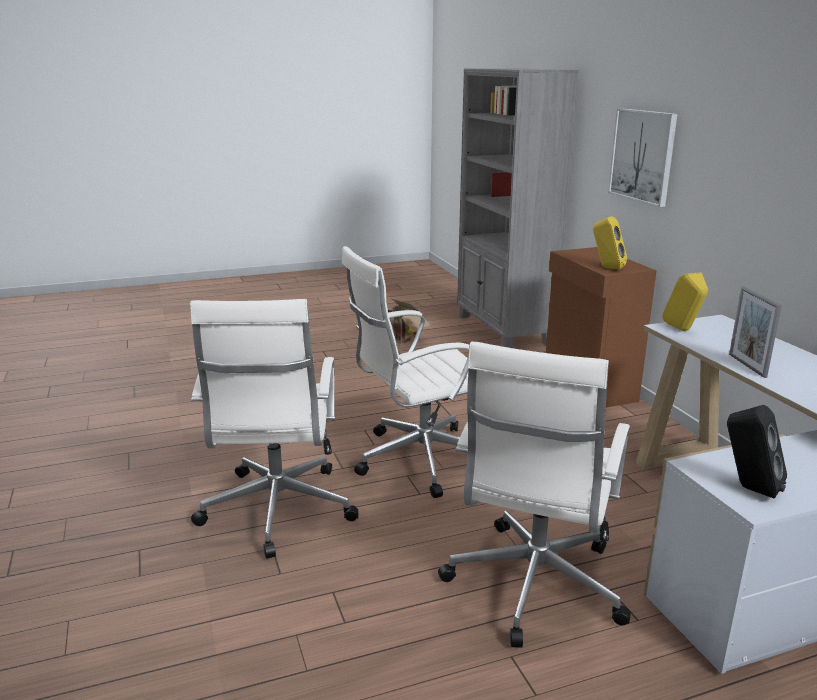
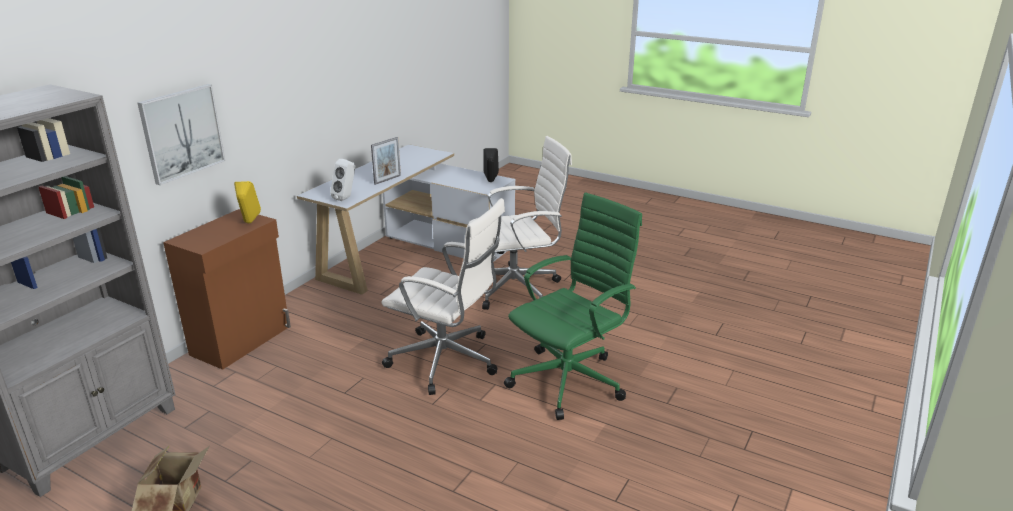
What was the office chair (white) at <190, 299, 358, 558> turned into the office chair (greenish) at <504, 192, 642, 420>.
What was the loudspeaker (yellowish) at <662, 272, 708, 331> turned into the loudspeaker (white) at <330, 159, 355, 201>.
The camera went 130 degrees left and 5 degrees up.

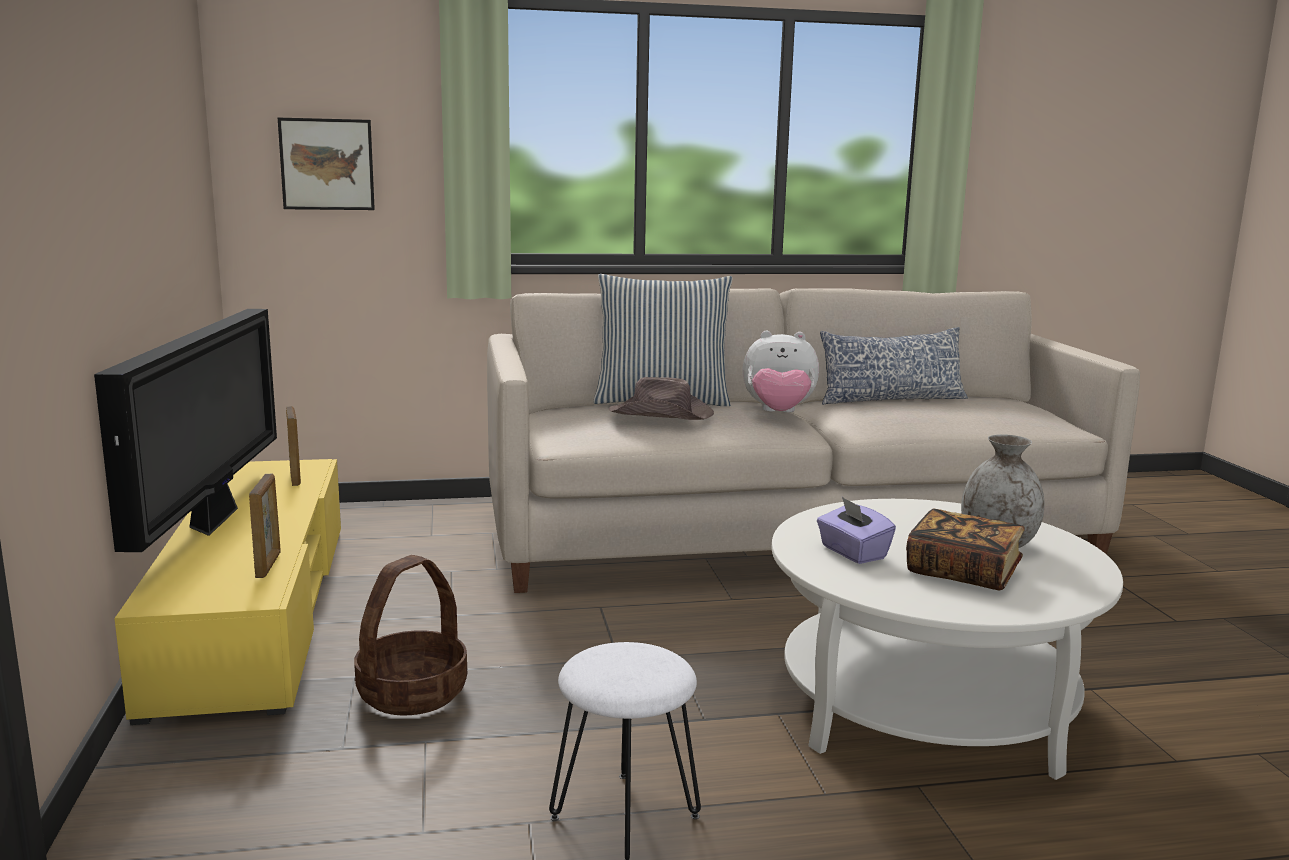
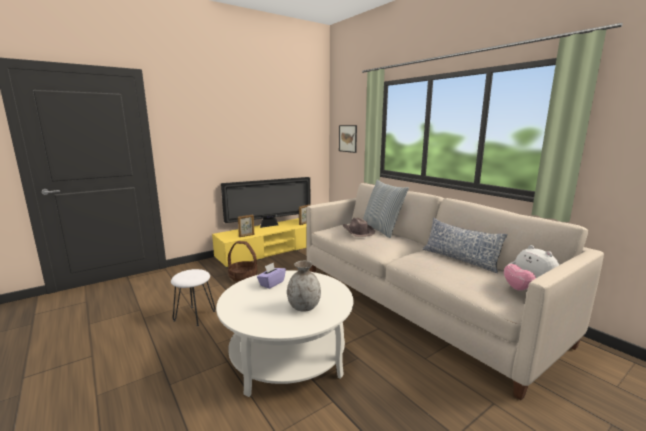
The second view lost the book at <906, 509, 1025, 590>.
The cuddly toy ended up elsewhere, having gone from <742, 331, 819, 412> to <504, 245, 559, 291>.
The camera went 65 degrees right and 0 degrees up.

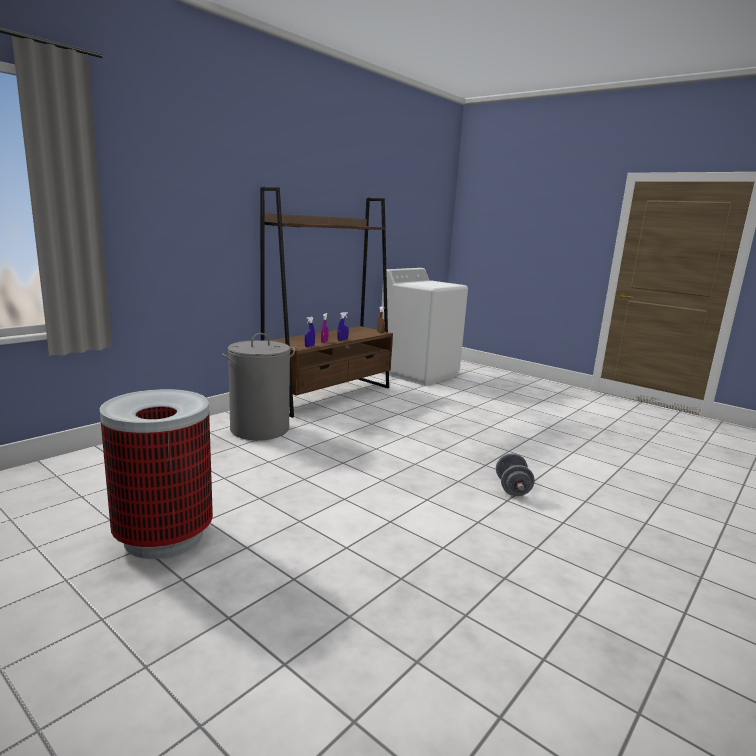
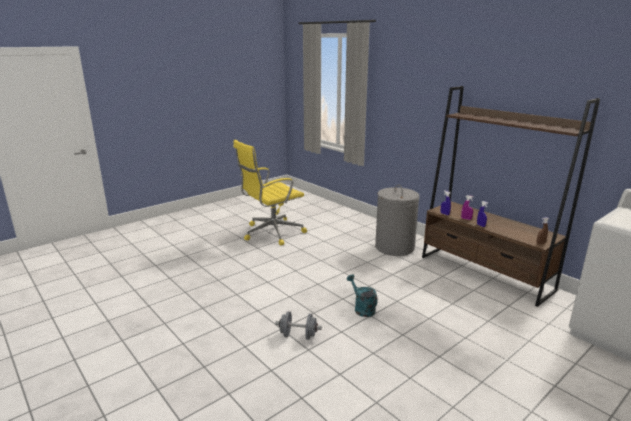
The second view gained the watering pot (blue-green) at <347, 274, 378, 317>.
Where the waste bin stood at <100, 389, 213, 559>, the office chair (yellowish) came to stand at <233, 140, 307, 246>.
The camera went 100 degrees right and 5 degrees up.

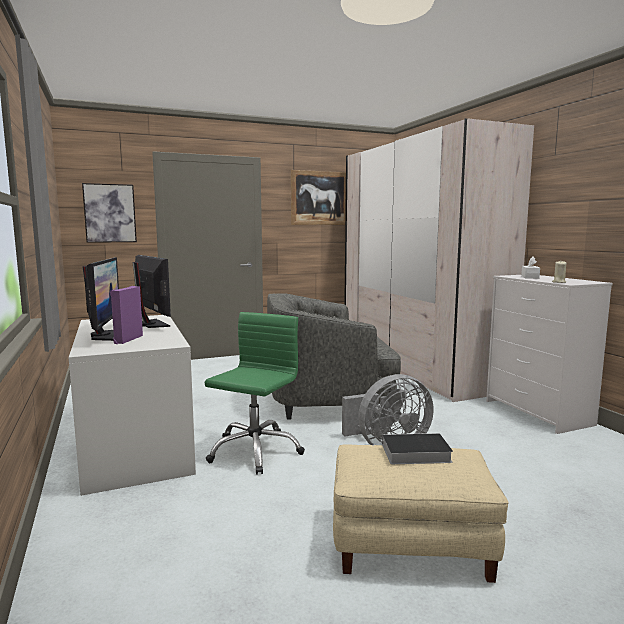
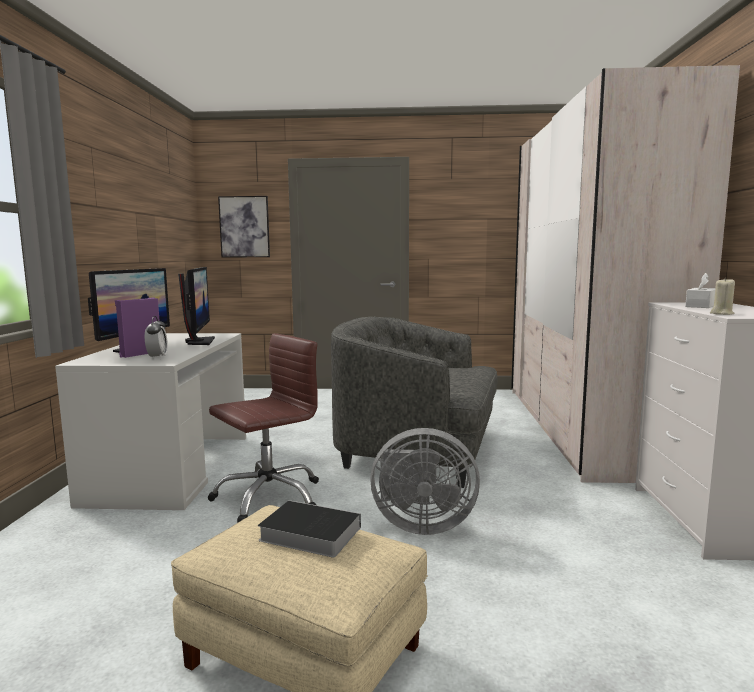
The second view lost the picture at <291, 170, 346, 225>.
The second view gained the alarm clock at <145, 316, 168, 359>.
What was the office chair (greenish) at <204, 312, 305, 475> turned into the office chair (brownish) at <208, 333, 319, 523>.
The camera went 25 degrees right and 0 degrees up.

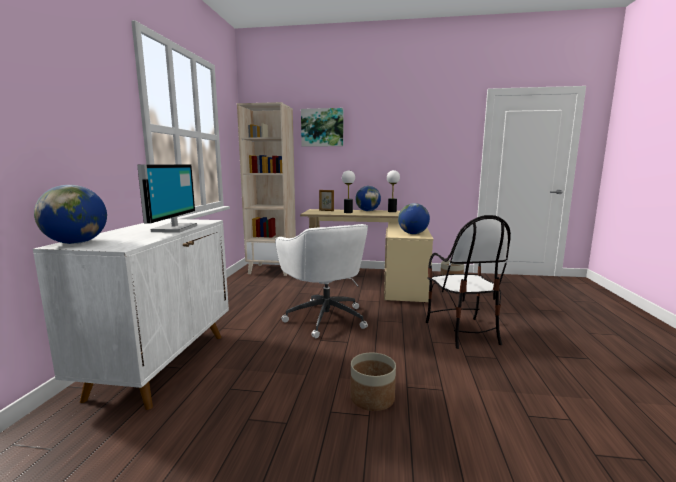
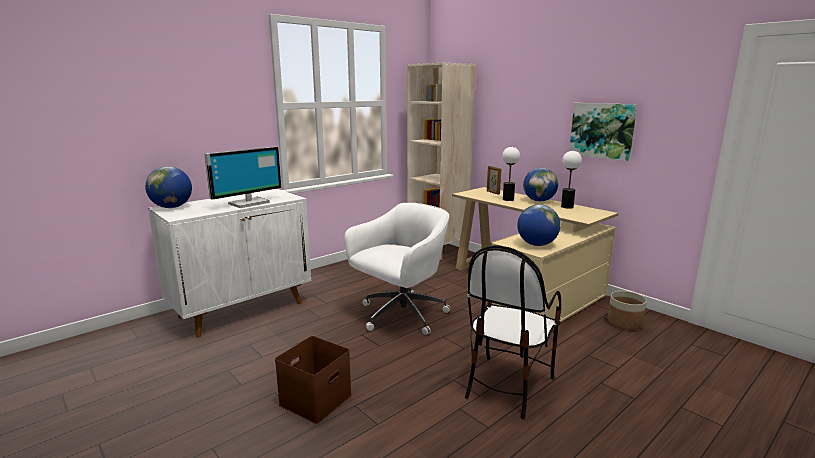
The picture ended up elsewhere, having gone from <301, 108, 343, 147> to <569, 103, 637, 161>.
Where the flower pot stood at <350, 353, 396, 411>, the storage bin (brownish) came to stand at <275, 336, 352, 424>.
The office chair (white) at <275, 224, 368, 338> ended up facing another way, 150 degrees counterclockwise from before.
The camera went 40 degrees right and 5 degrees up.

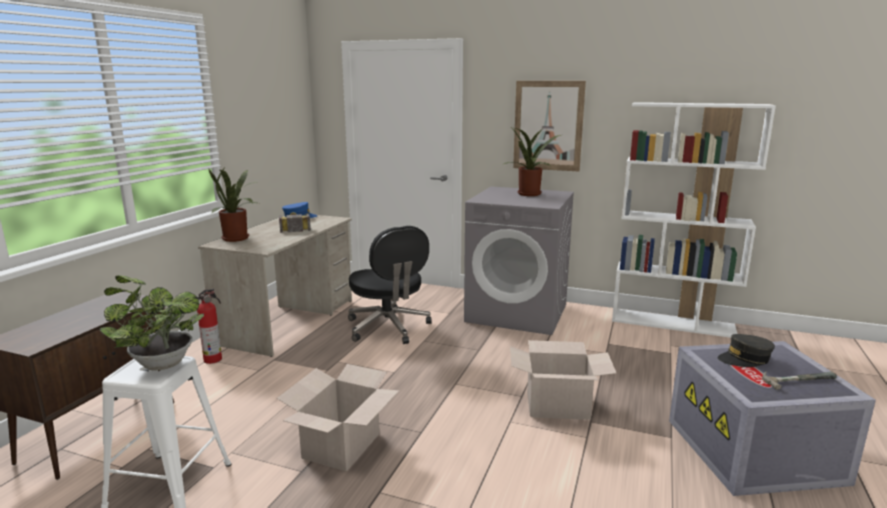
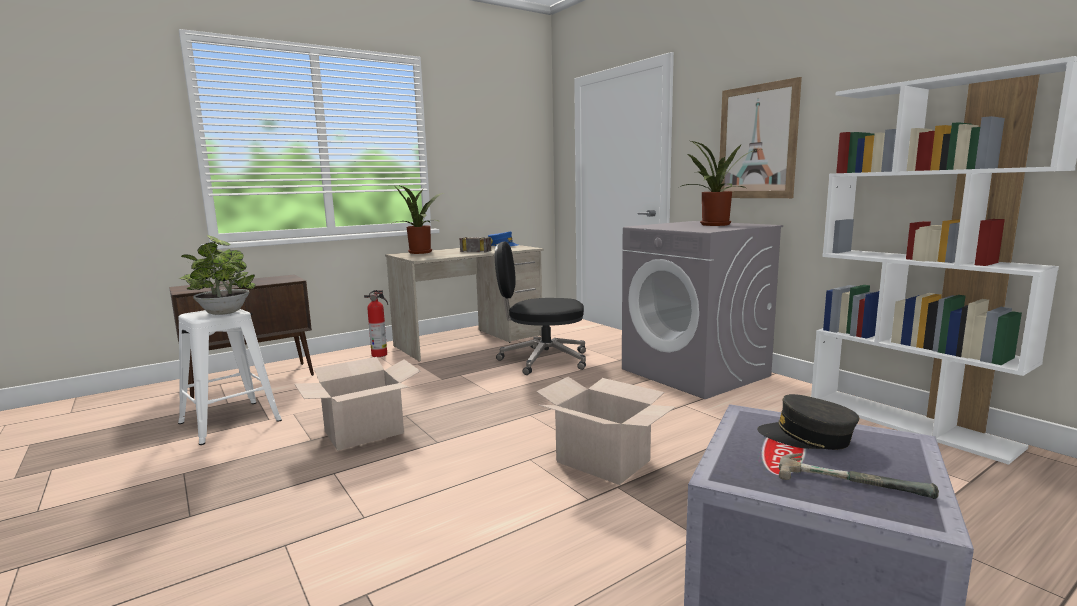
The office chair (black-coloured) at <348, 226, 432, 344> ended up facing another way, 90 degrees clockwise from before.
The camera went 35 degrees right and 5 degrees down.

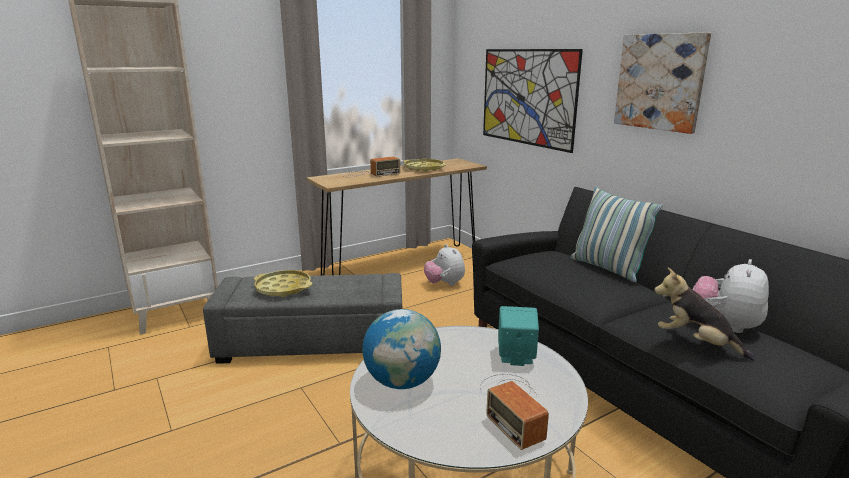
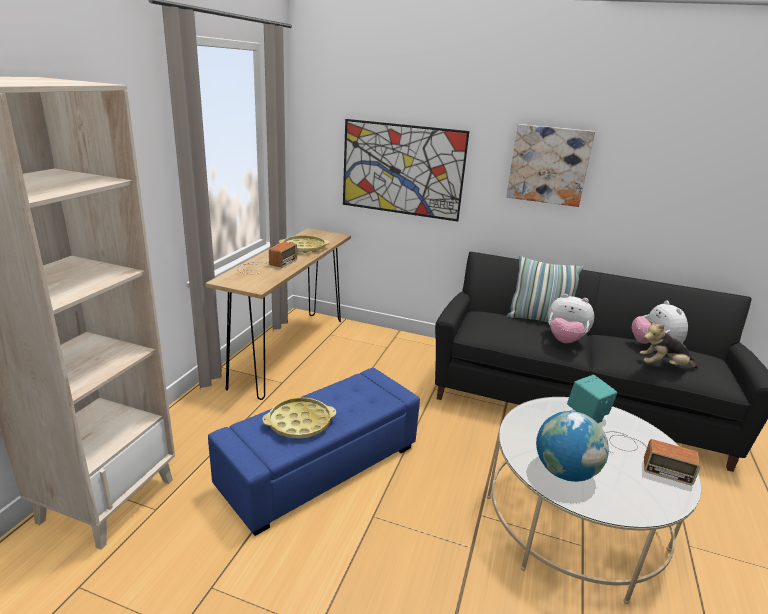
The cuddly toy ended up elsewhere, having gone from <424, 244, 465, 286> to <548, 294, 594, 343>.
What was the pouffe (greyish) at <203, 273, 402, 364> turned into the pouffe (blue) at <208, 368, 420, 536>.
The camera went 40 degrees left and 5 degrees up.

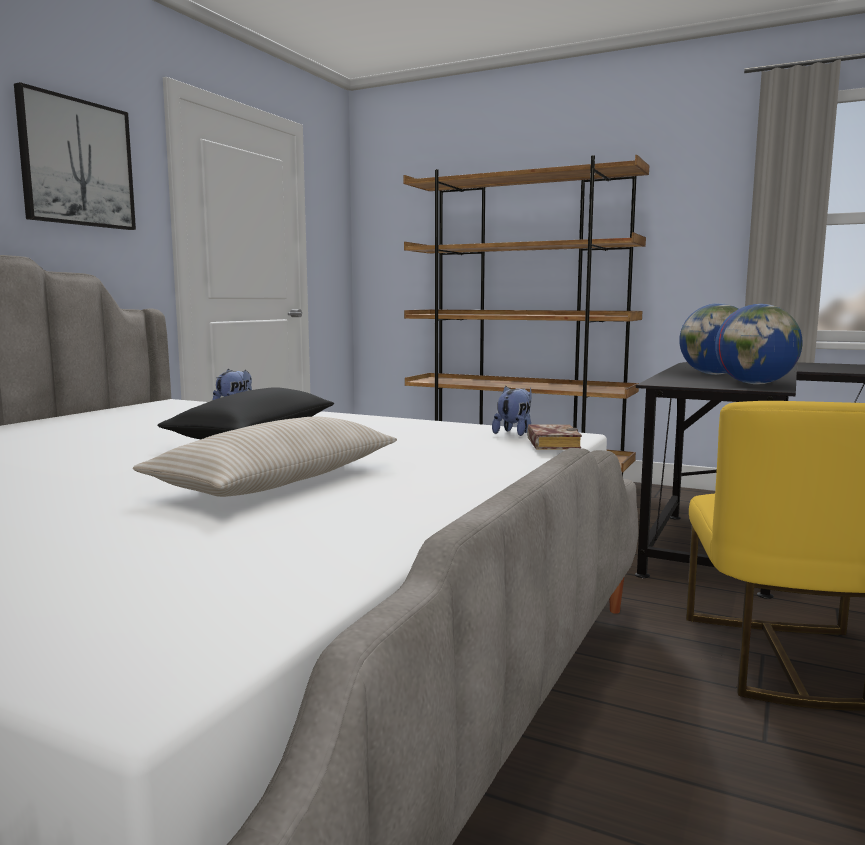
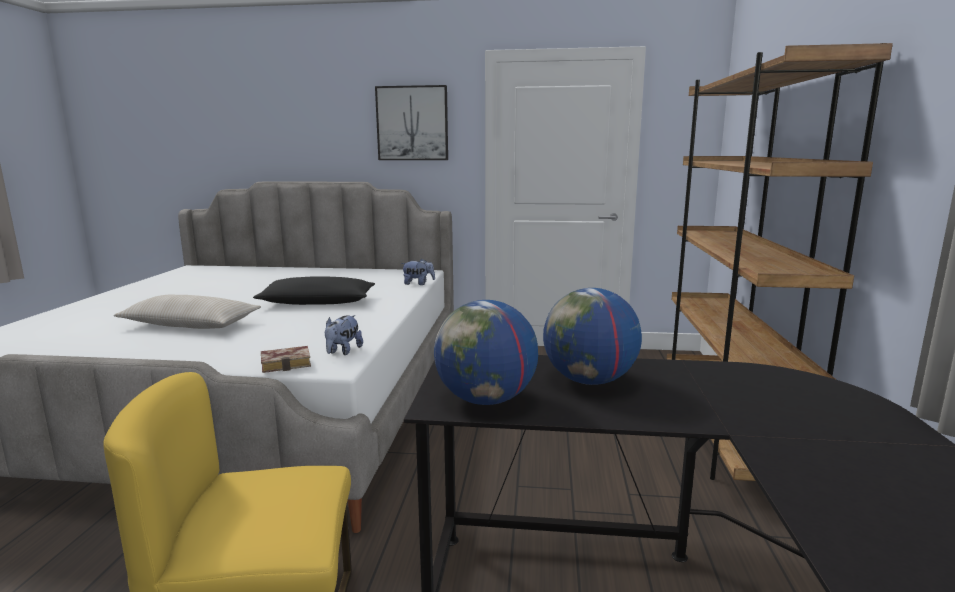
The cuddly toy at <492, 386, 531, 436> ended up facing another way, 105 degrees clockwise from before.
The camera went 70 degrees right and 5 degrees up.

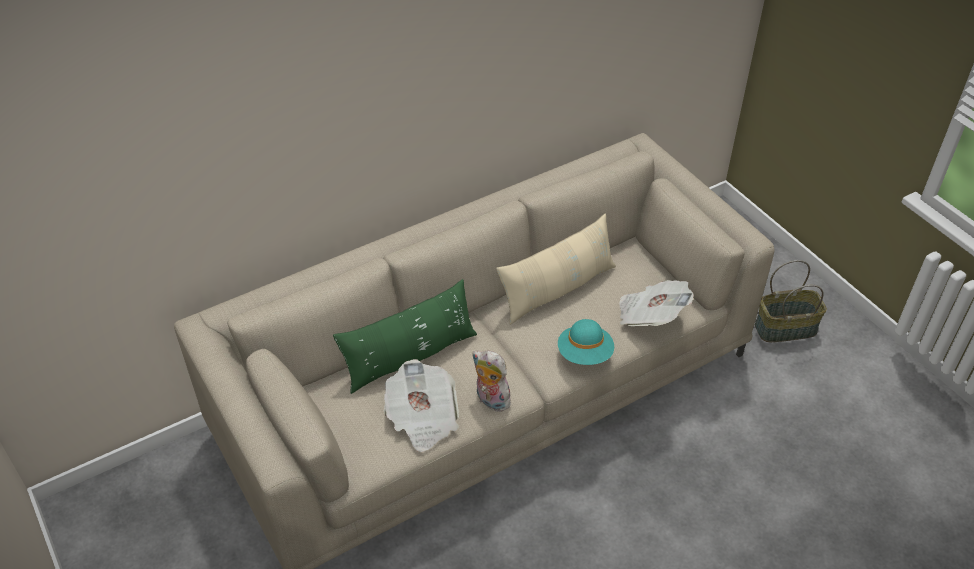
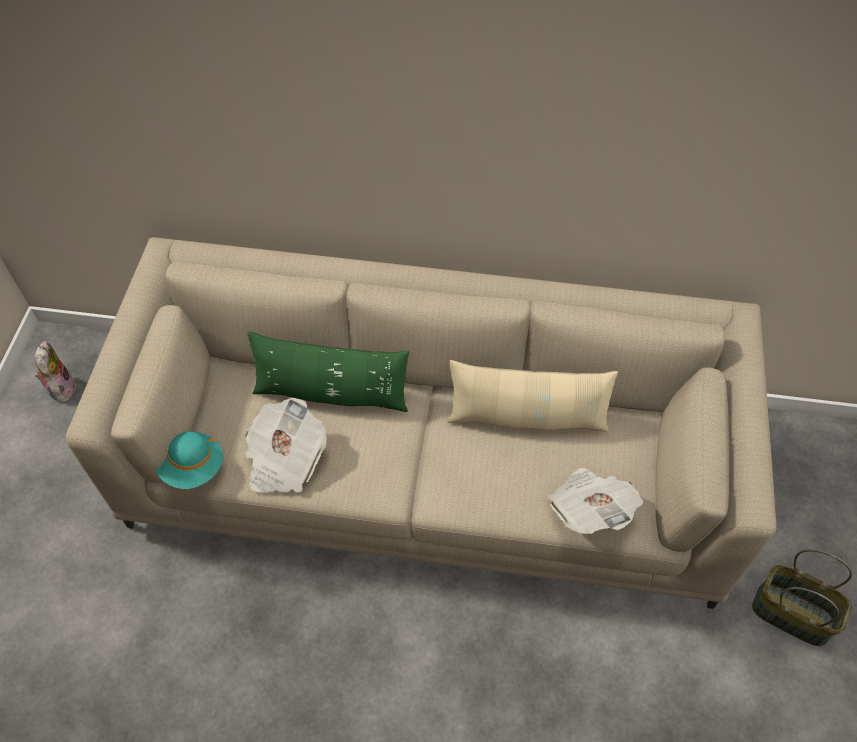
The cuddly toy ended up elsewhere, having gone from <473, 350, 511, 412> to <34, 341, 76, 403>.
The wearable hat (blue-green) ended up elsewhere, having gone from <558, 319, 614, 365> to <155, 431, 223, 489>.
The camera went 40 degrees right and 10 degrees up.

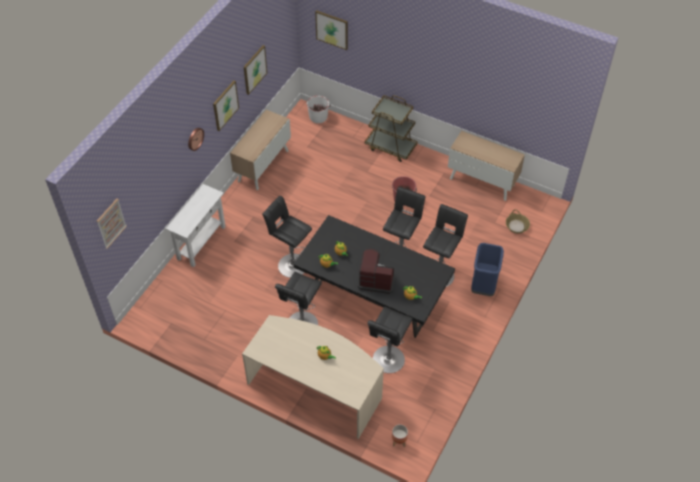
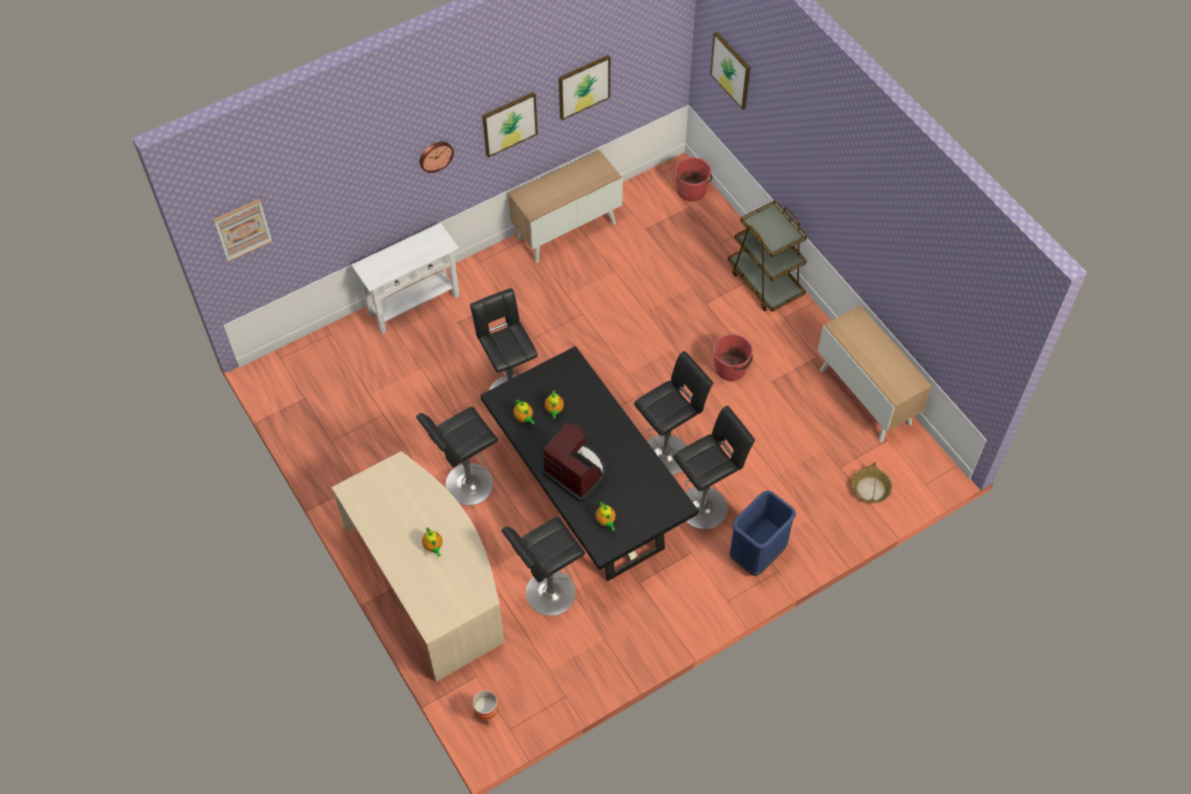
What was the bucket (white) at <306, 96, 331, 123> turned into the bucket (red) at <675, 157, 712, 202>.
The camera went 30 degrees right and 5 degrees up.

